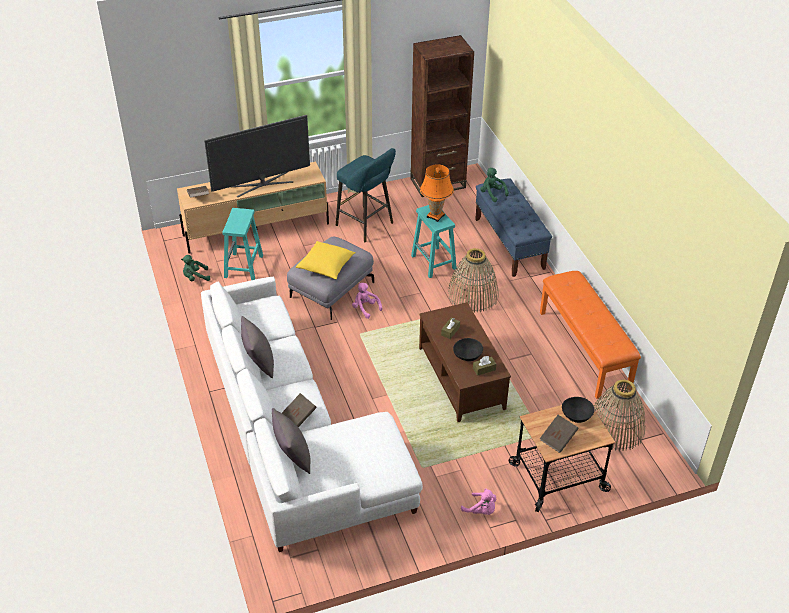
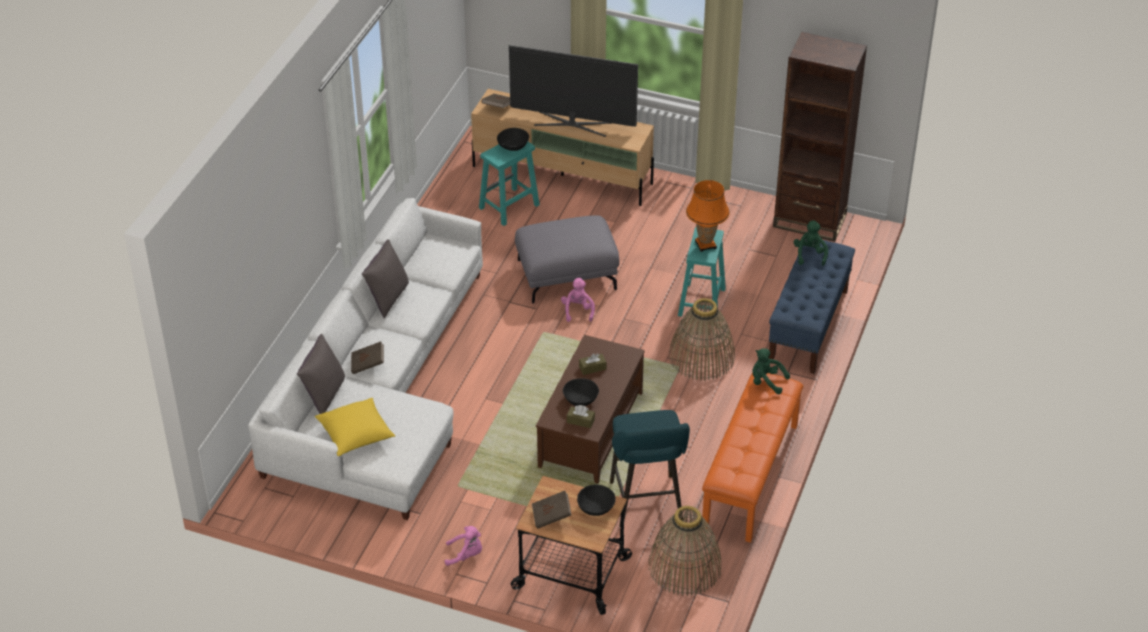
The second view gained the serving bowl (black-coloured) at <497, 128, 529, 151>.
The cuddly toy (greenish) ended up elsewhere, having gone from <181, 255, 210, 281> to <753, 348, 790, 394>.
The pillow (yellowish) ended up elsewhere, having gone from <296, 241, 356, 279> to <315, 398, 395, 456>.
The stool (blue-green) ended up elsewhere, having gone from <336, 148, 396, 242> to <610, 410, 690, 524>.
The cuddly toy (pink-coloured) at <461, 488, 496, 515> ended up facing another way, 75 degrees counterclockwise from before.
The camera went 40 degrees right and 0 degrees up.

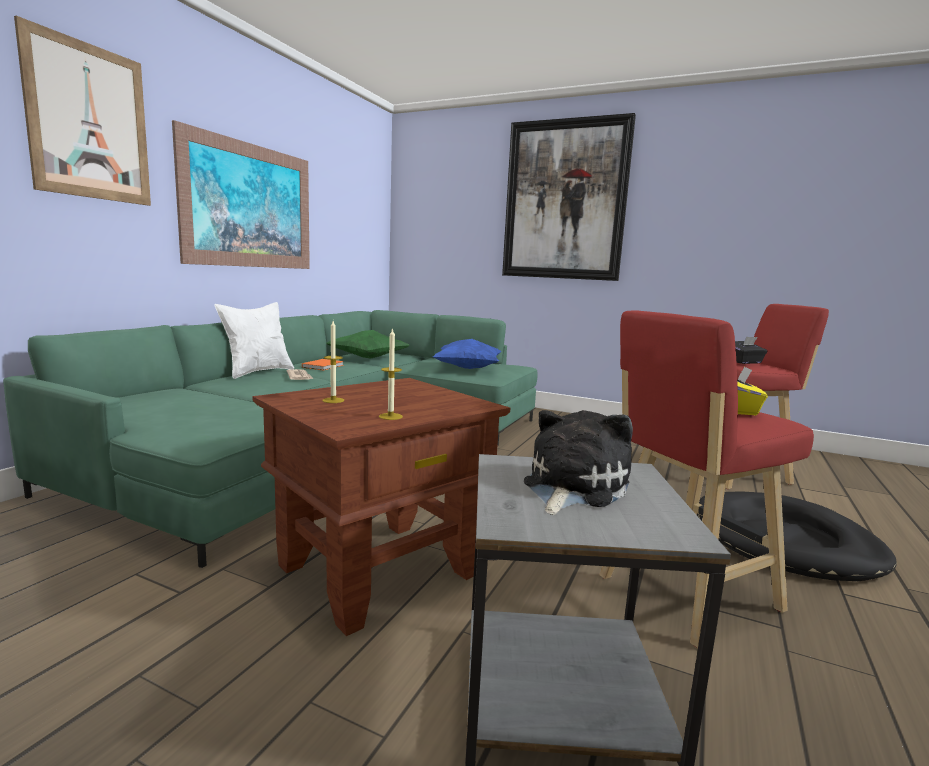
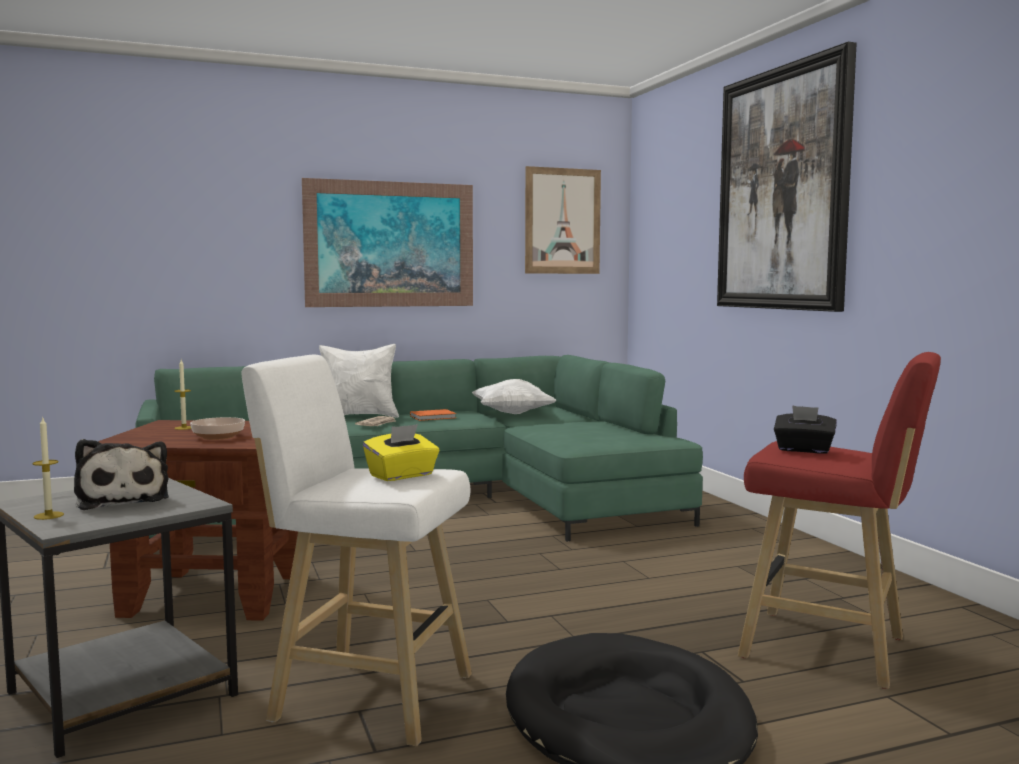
The second view lost the pillow (blue) at <433, 339, 501, 369>.
The second view gained the serving bowl at <190, 417, 245, 440>.
The picture ended up elsewhere, having gone from <14, 16, 151, 206> to <525, 166, 601, 274>.
The candle ended up elsewhere, having gone from <379, 328, 403, 420> to <32, 418, 64, 520>.
What was the pillow (greenish) at <326, 330, 409, 359> turned into the pillow (white) at <472, 379, 556, 414>.
What was the stool (red) at <600, 311, 814, 649> turned into the stool (white) at <242, 355, 472, 746>.
The cuddly toy at <524, 410, 633, 515> ended up facing another way, 75 degrees clockwise from before.
The camera went 45 degrees right and 5 degrees down.

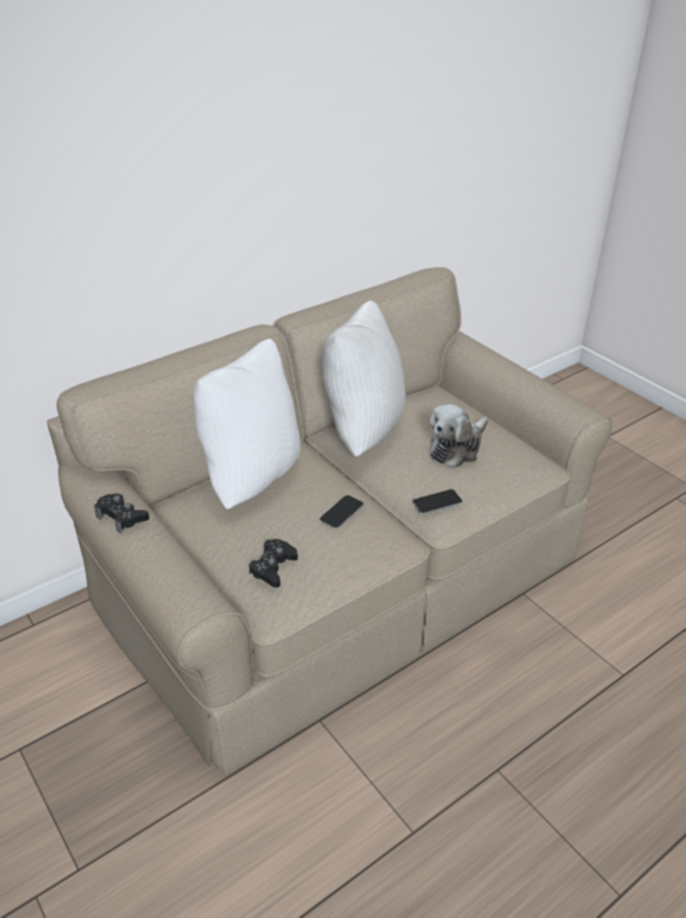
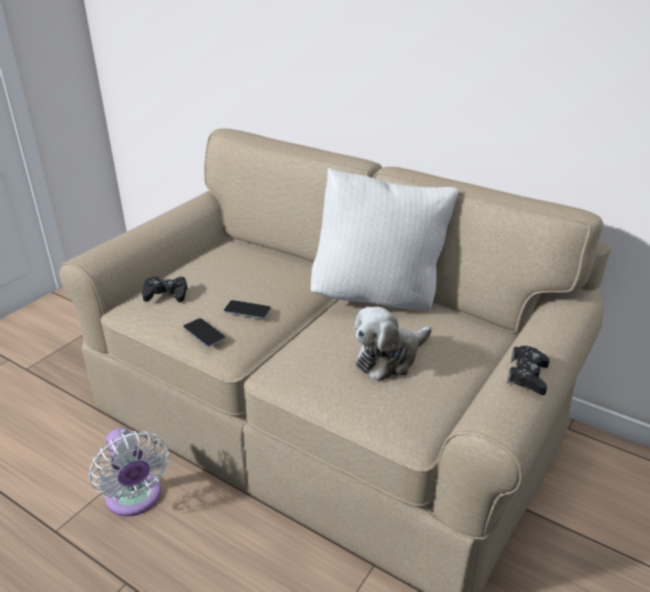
The second view lost the pillow (white) at <193, 338, 301, 510>.
The second view gained the fan (white) at <89, 428, 170, 517>.
The gamepad (black-coloured) ended up elsewhere, having gone from <94, 494, 149, 534> to <507, 346, 550, 395>.
The telephone ended up elsewhere, having gone from <413, 489, 462, 514> to <183, 318, 225, 347>.
The cuddly toy at <429, 404, 488, 468> ended up facing another way, 60 degrees counterclockwise from before.
The camera went 70 degrees right and 5 degrees down.

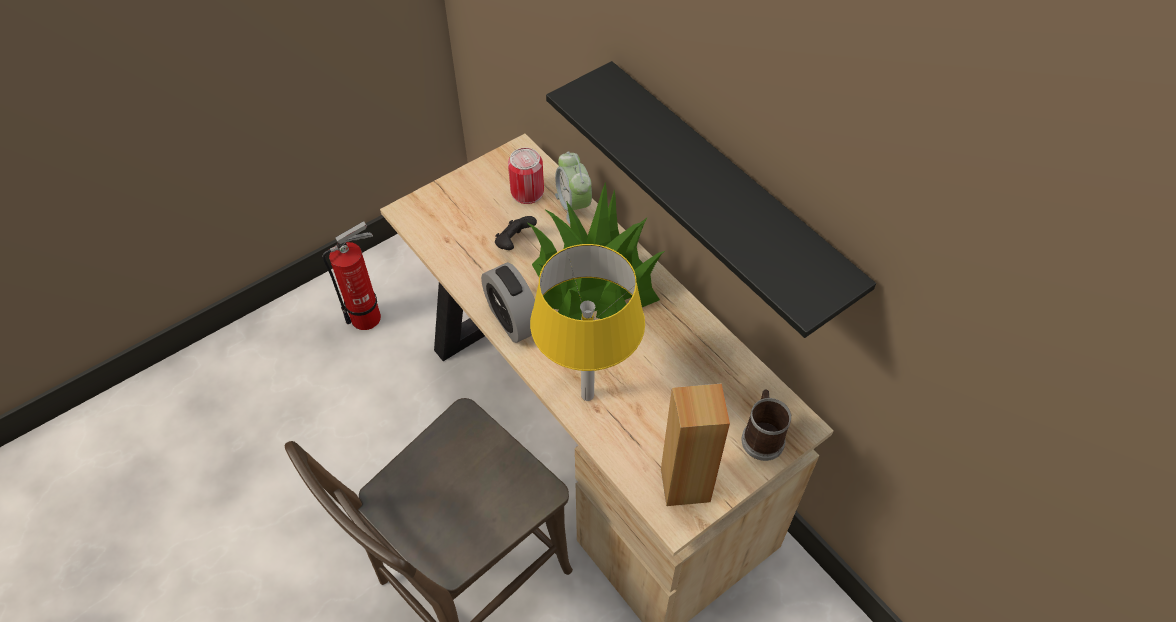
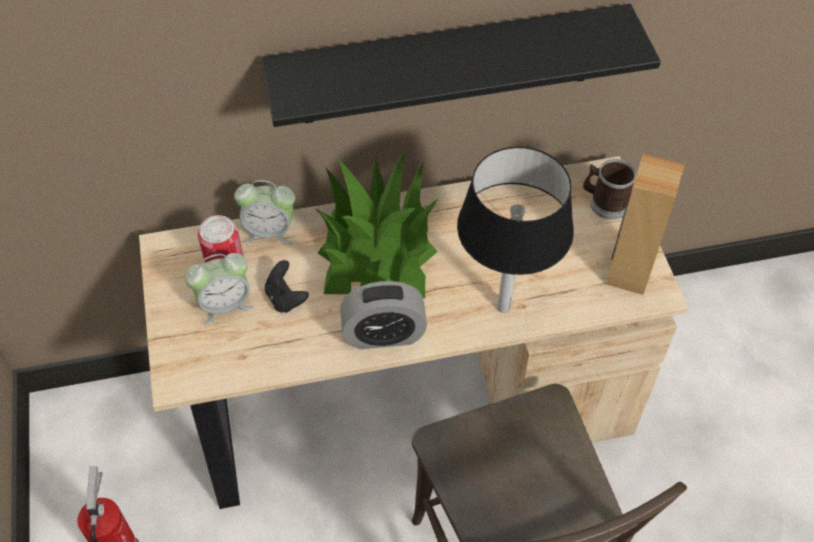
The second view gained the alarm clock at <185, 253, 254, 324>.
What was the tabletop lamp (yellowish) at <530, 244, 645, 401> turned into the tabletop lamp (black-coloured) at <457, 146, 574, 313>.
The camera went 65 degrees left and 0 degrees up.

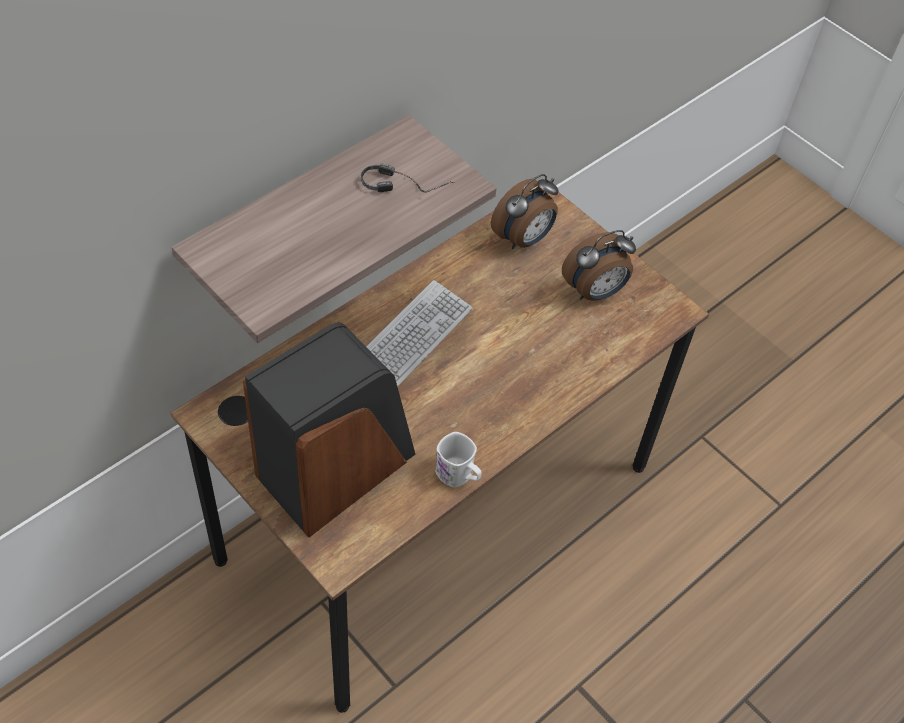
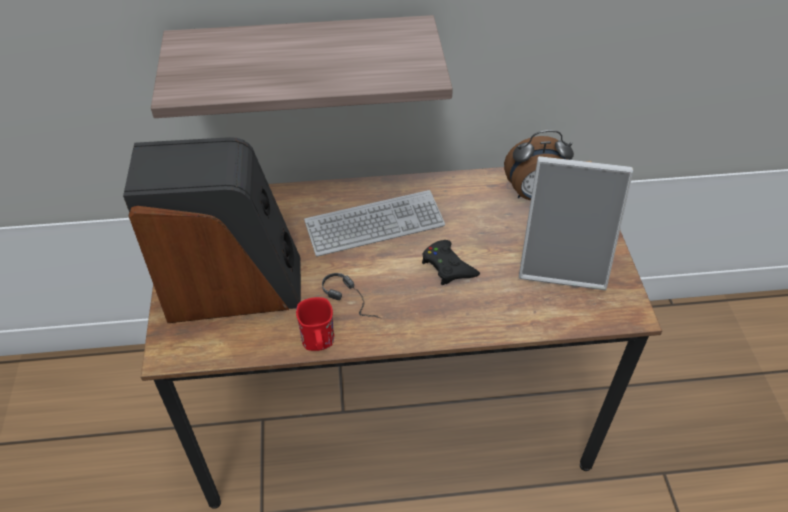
The second view gained the gamepad (black-coloured) at <422, 240, 480, 285>.
The headphones ended up elsewhere, having gone from <361, 164, 455, 193> to <322, 273, 380, 318>.
Where the alarm clock stood at <562, 230, 636, 301>, the picture frame came to stand at <519, 156, 633, 290>.
What was the tea mug (white) at <436, 432, 482, 488> turned into the tea mug (red) at <296, 297, 334, 351>.
The camera went 40 degrees right and 5 degrees down.

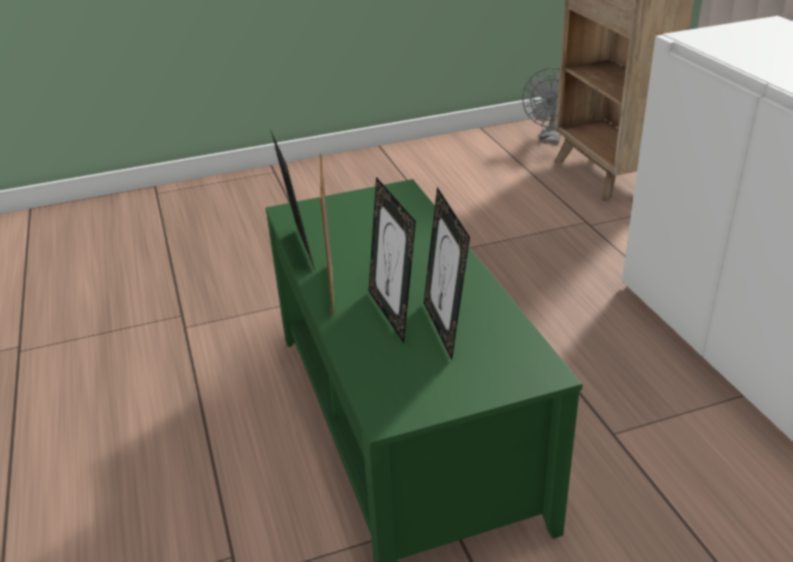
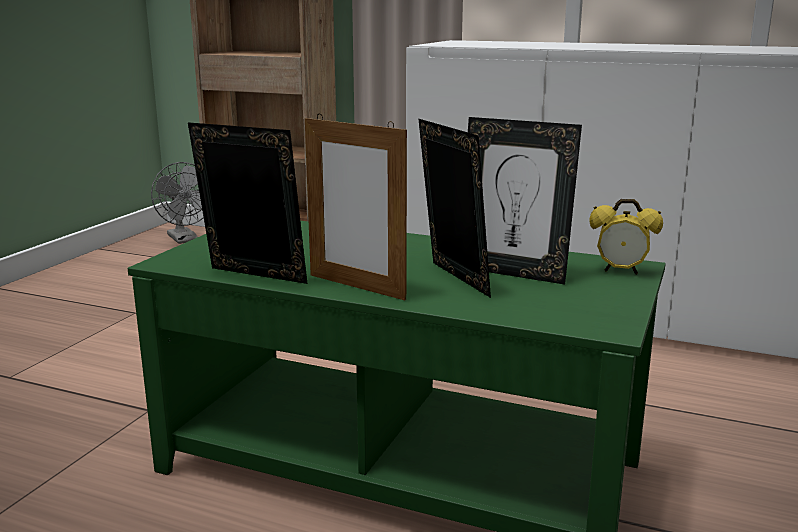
The second view gained the alarm clock at <589, 199, 663, 275>.
The picture frame at <368, 177, 416, 343> ended up facing another way, 135 degrees counterclockwise from before.
The camera went 50 degrees left and 15 degrees down.

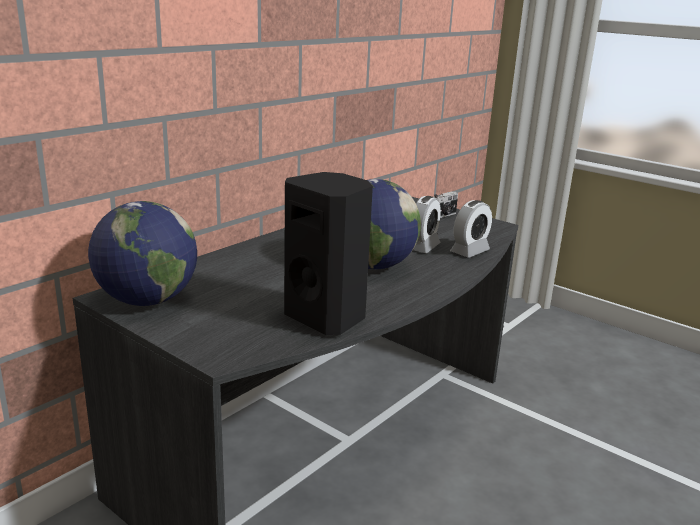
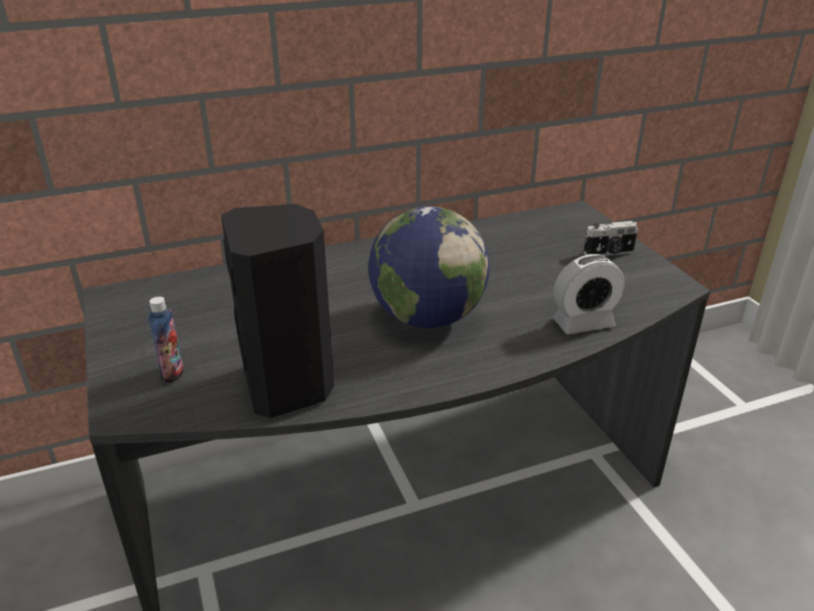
The second view lost the world globe at <88, 201, 197, 306>.
The second view lost the alarm clock at <413, 196, 441, 253>.
The second view gained the bottle at <148, 297, 184, 383>.
The camera went 30 degrees right and 10 degrees up.

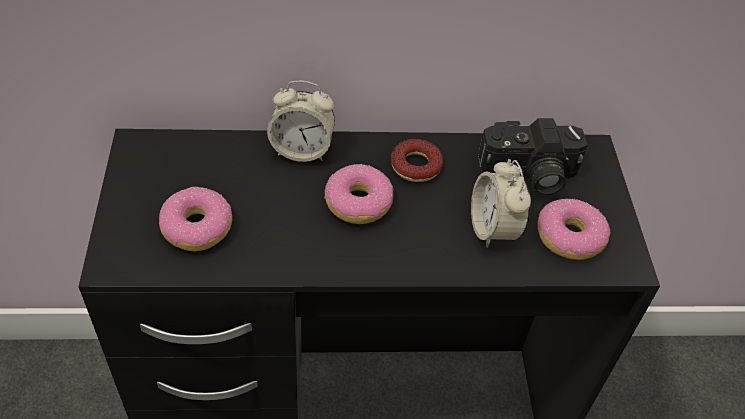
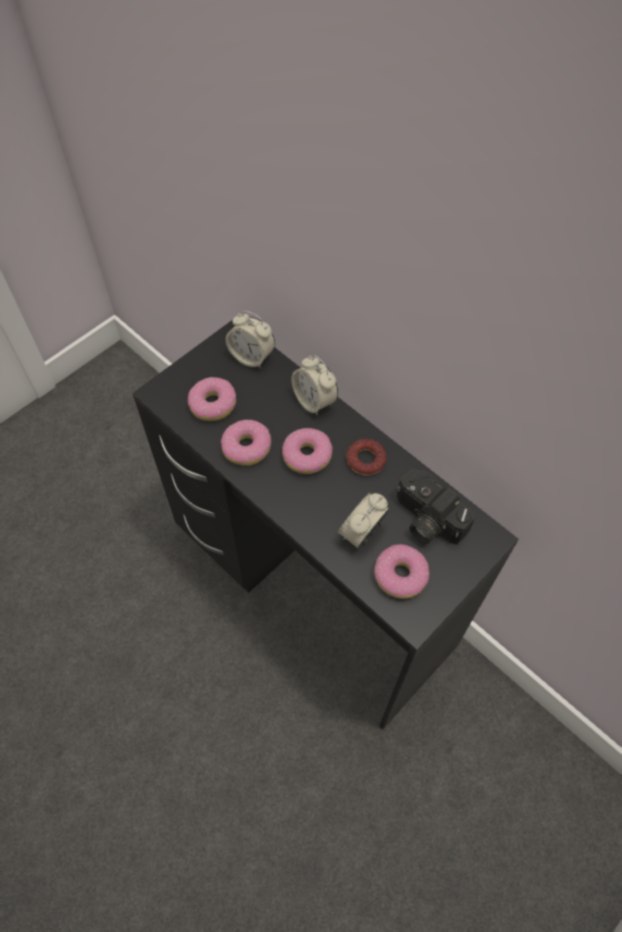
The second view gained the ring doughnut at <221, 420, 271, 466>.
The second view gained the alarm clock at <226, 311, 275, 369>.
The camera went 50 degrees right and 10 degrees up.

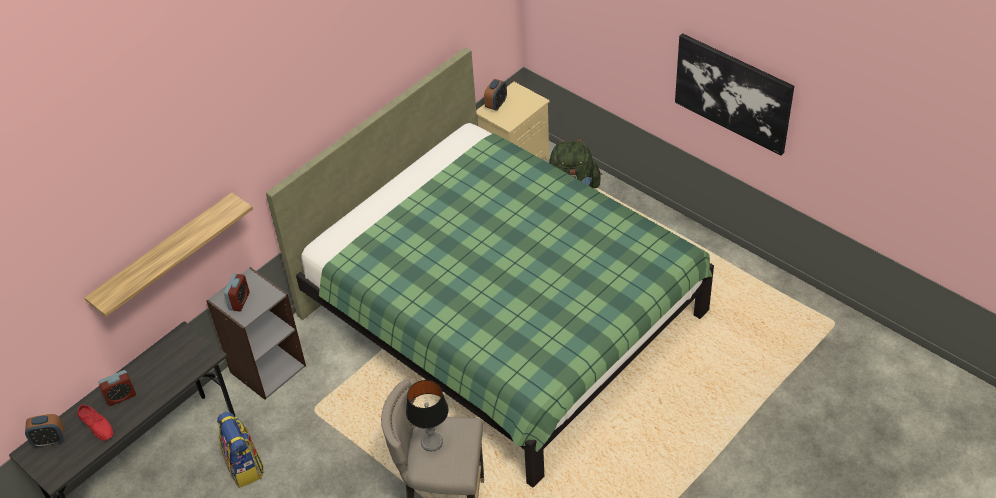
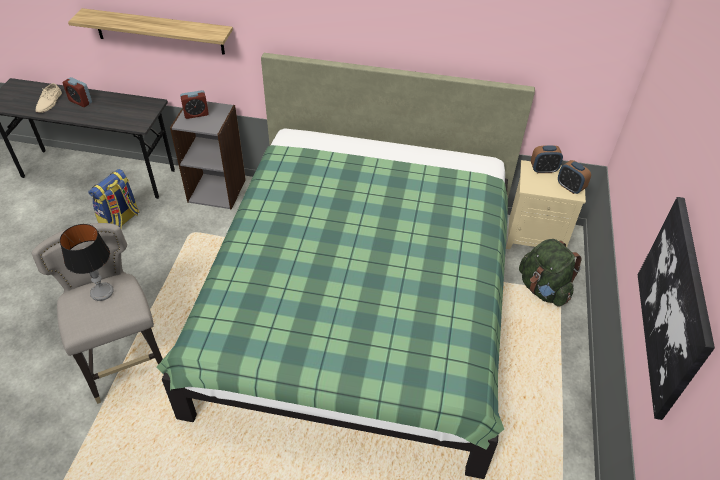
The alarm clock ended up elsewhere, having gone from <25, 414, 64, 447> to <558, 160, 591, 194>.
What was the item of footwear (red) at <77, 405, 113, 441> turned into the item of footwear (beige-coloured) at <35, 83, 62, 113>.
The camera went 55 degrees right and 0 degrees up.

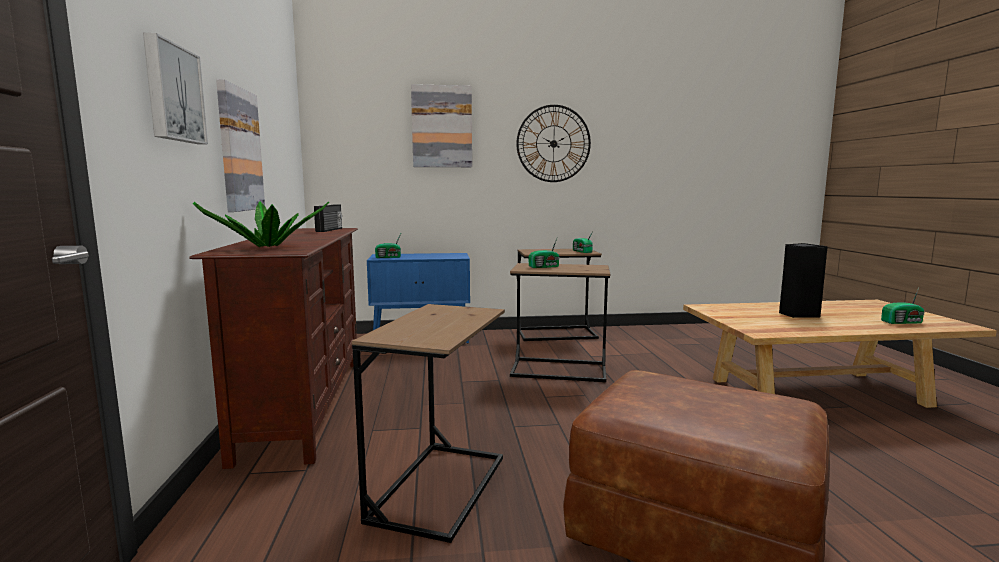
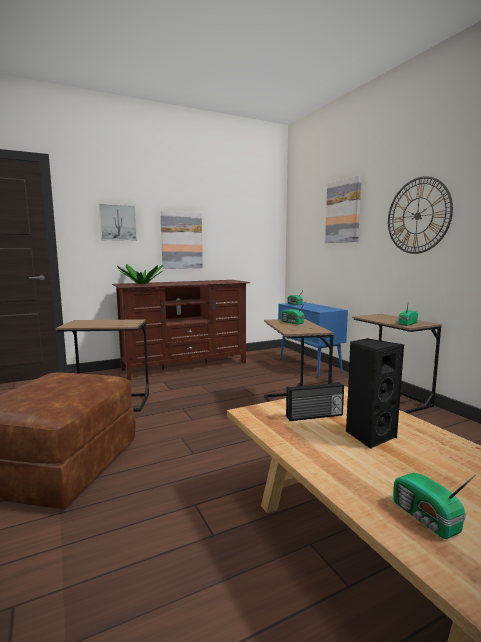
The radio ended up elsewhere, having gone from <314, 205, 342, 232> to <286, 382, 344, 421>.
The camera went 70 degrees right and 0 degrees up.

